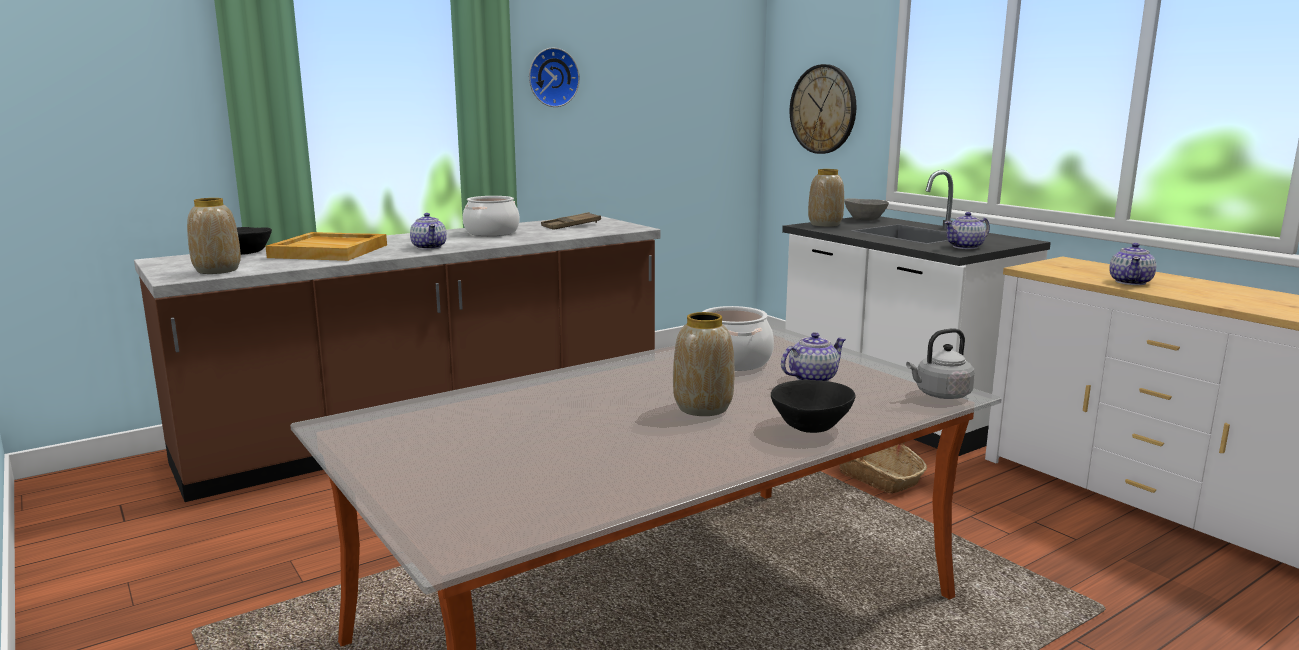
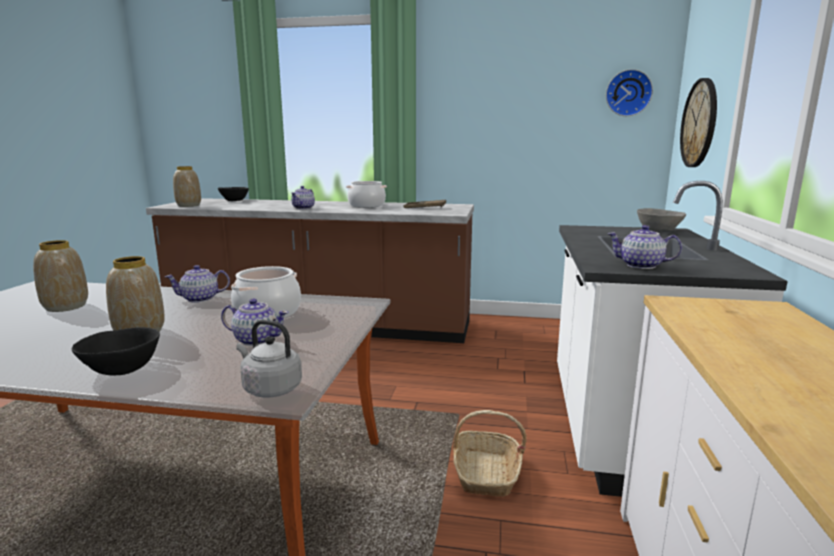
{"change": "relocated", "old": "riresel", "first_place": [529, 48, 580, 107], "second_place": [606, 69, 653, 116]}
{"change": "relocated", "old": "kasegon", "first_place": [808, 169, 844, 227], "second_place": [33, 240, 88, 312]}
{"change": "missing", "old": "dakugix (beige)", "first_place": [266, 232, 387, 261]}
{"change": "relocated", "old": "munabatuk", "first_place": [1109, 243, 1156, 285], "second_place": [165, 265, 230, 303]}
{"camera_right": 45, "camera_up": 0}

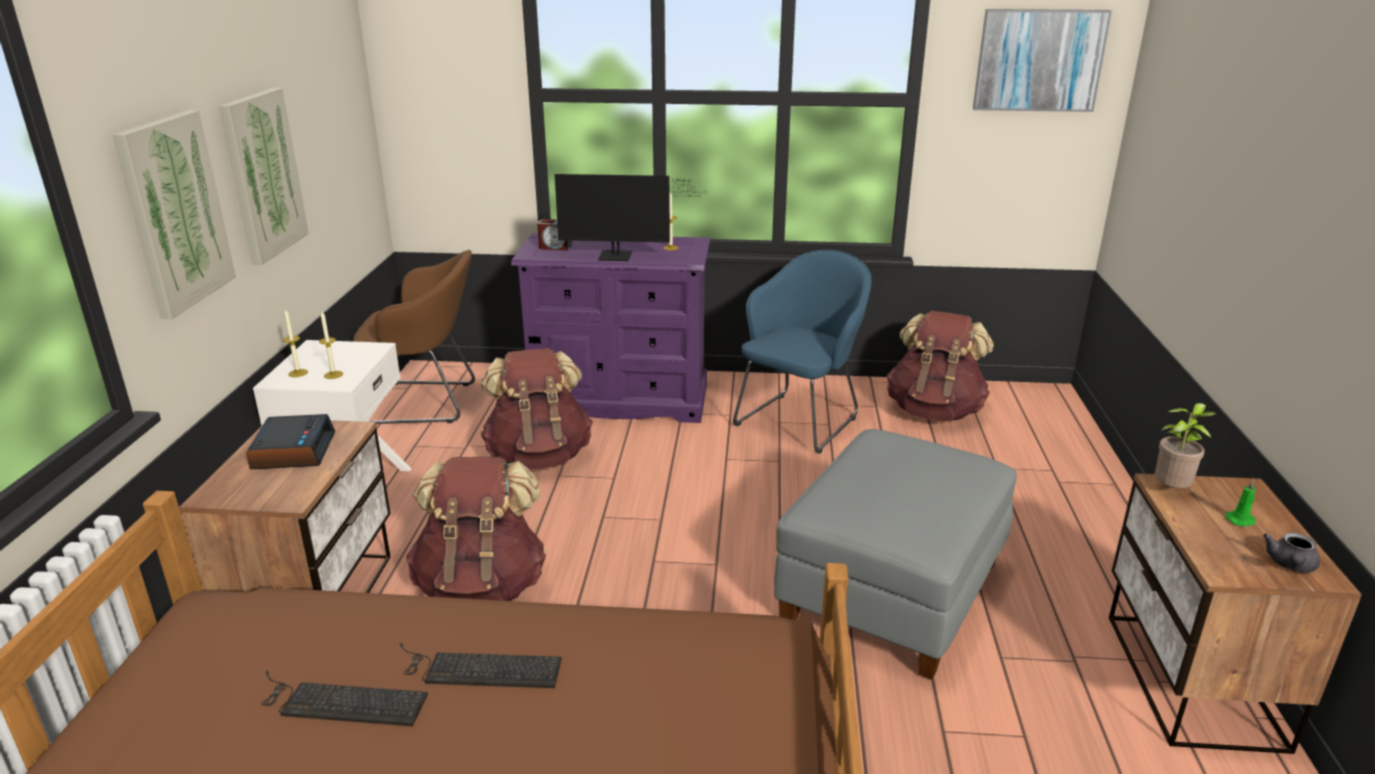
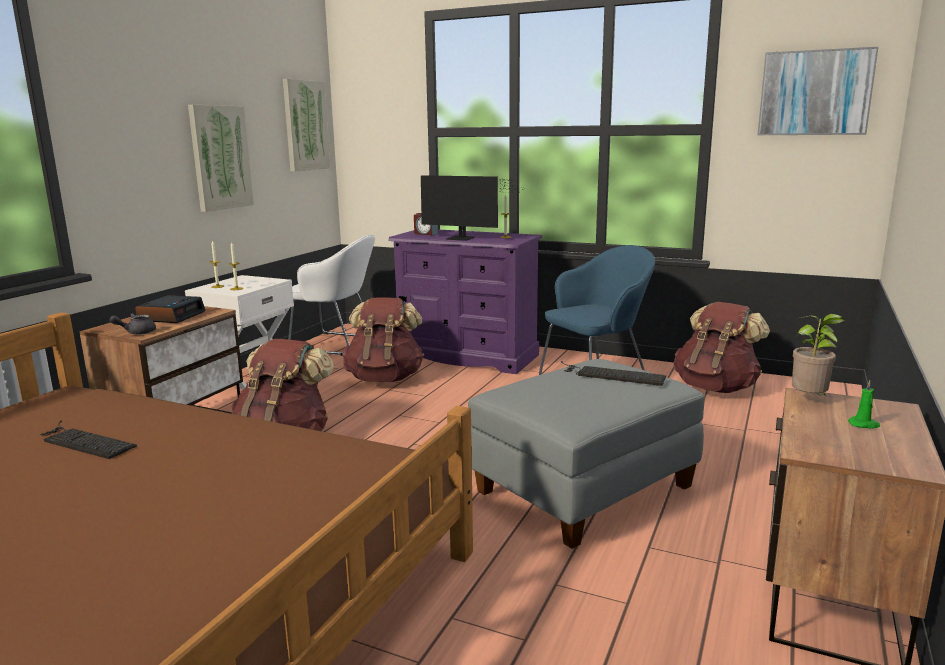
{"change": "relocated", "old": "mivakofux", "first_place": [112, 110, 236, 319], "second_place": [283, 79, 330, 171]}
{"change": "colour", "old": "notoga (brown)", "new": "notoga (white)", "first_place": [353, 250, 475, 424], "second_place": [288, 235, 375, 356]}
{"change": "relocated", "old": "munabatuk (grey)", "first_place": [1263, 533, 1320, 573], "second_place": [110, 314, 156, 335]}
{"change": "relocated", "old": "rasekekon", "first_place": [400, 643, 562, 688], "second_place": [561, 361, 666, 386]}
{"camera_right": 20, "camera_up": -10}

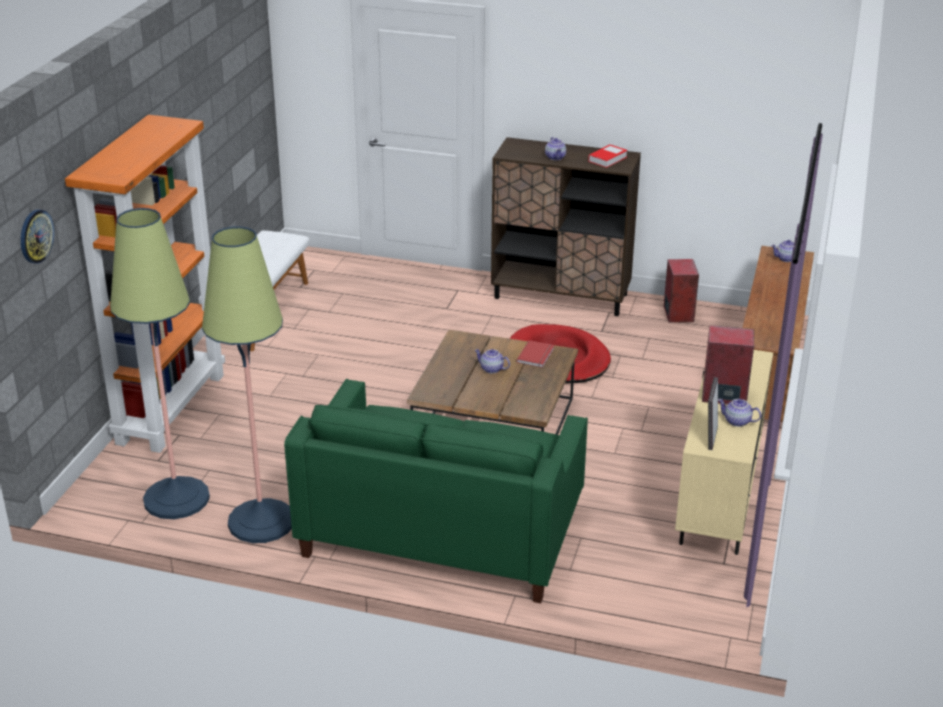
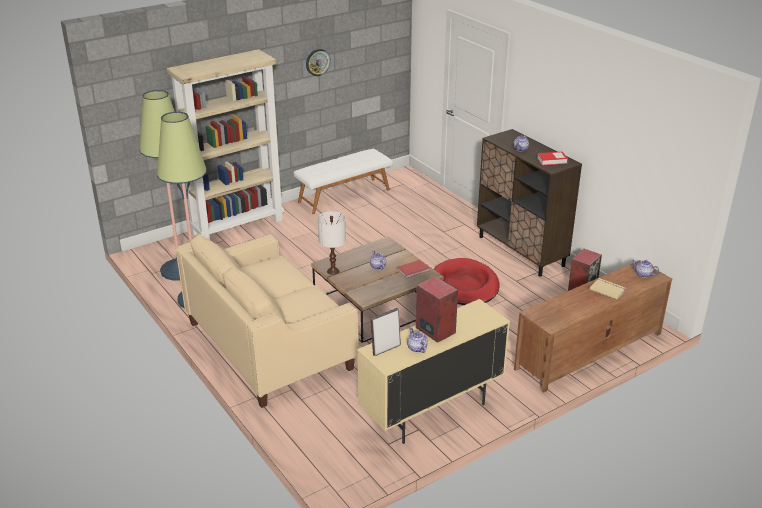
{"change": "colour", "old": "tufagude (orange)", "new": "tufagude (beige)", "first_place": [65, 115, 225, 453], "second_place": [166, 49, 284, 240]}
{"change": "relocated", "old": "riresel", "first_place": [21, 210, 54, 264], "second_place": [306, 49, 331, 76]}
{"change": "colour", "old": "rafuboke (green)", "new": "rafuboke (beige)", "first_place": [284, 379, 588, 603], "second_place": [176, 234, 359, 408]}
{"change": "appeared", "new": "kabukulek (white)", "second_place": [318, 211, 346, 275]}
{"change": "appeared", "new": "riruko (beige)", "second_place": [590, 278, 626, 300]}
{"camera_right": 40, "camera_up": 0}

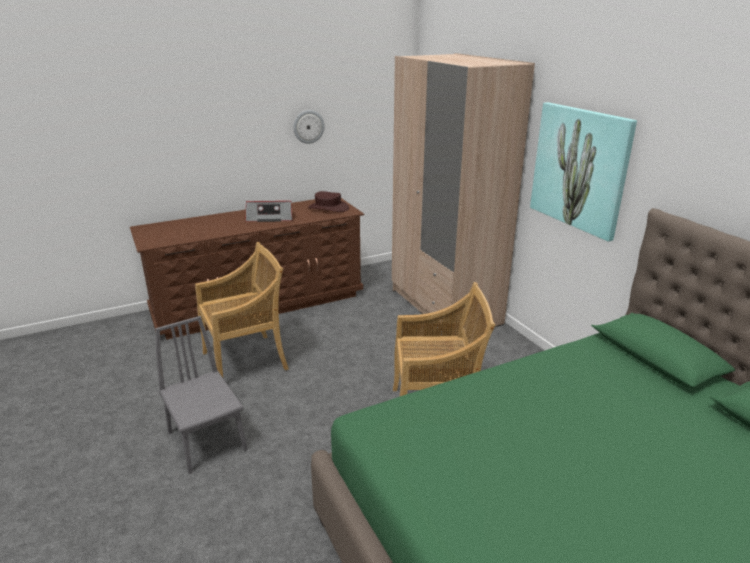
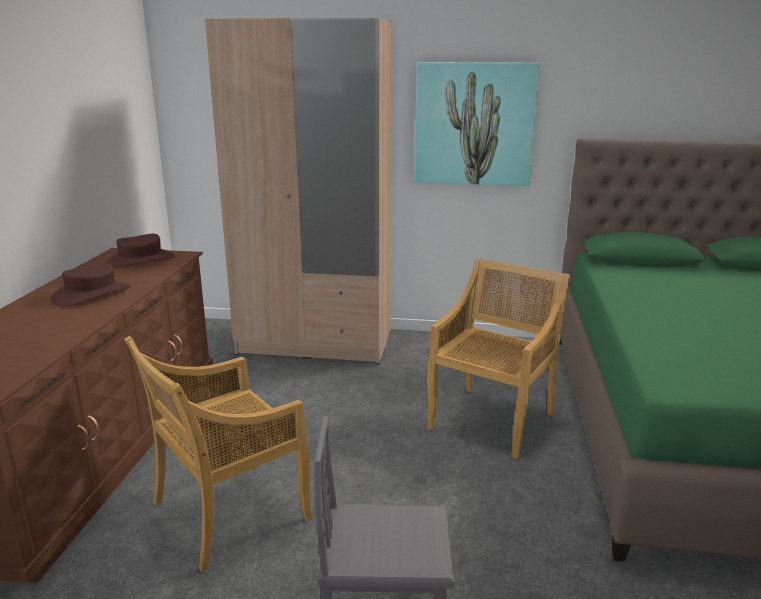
{"change": "missing", "old": "riresel", "first_place": [293, 110, 325, 144]}
{"change": "exchanged", "old": "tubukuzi", "new": "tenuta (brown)", "first_place": [246, 201, 293, 222], "second_place": [51, 262, 130, 306]}
{"change": "spun", "old": "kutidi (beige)", "first_place": [195, 242, 289, 377], "second_place": [124, 336, 313, 572], "degrees": -135}
{"camera_right": -55, "camera_up": -5}

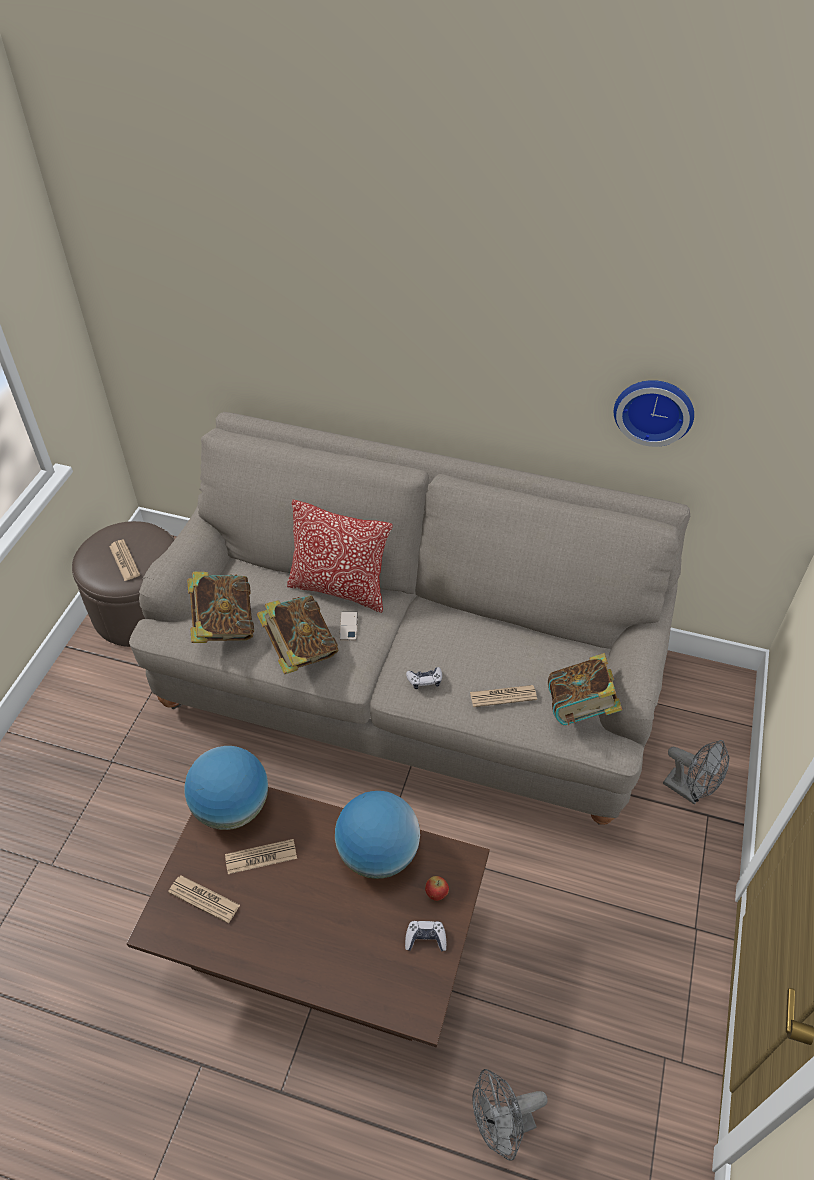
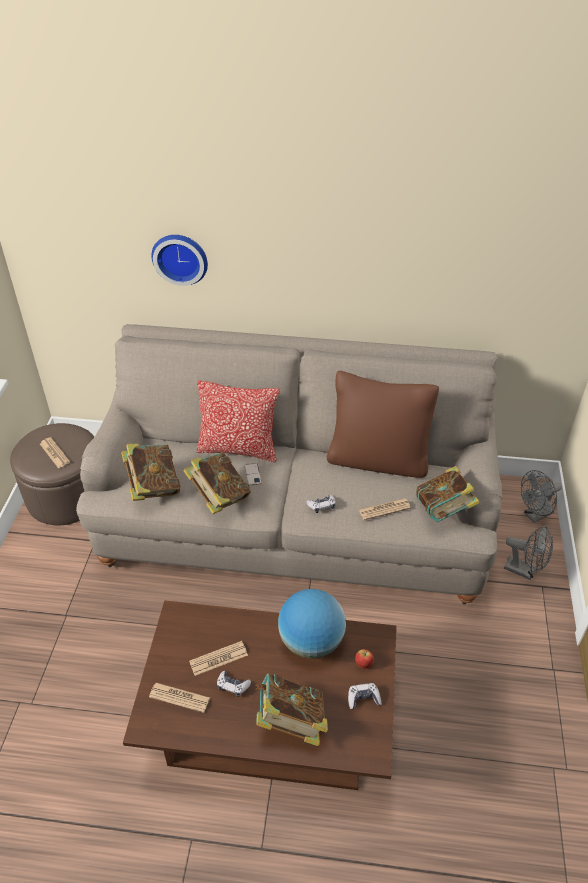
{"change": "relocated", "old": "riresel", "first_place": [614, 380, 694, 447], "second_place": [151, 235, 208, 286]}
{"change": "missing", "old": "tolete", "first_place": [184, 746, 268, 830]}
{"change": "relocated", "old": "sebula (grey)", "first_place": [472, 1069, 548, 1161], "second_place": [521, 470, 562, 523]}
{"change": "appeared", "new": "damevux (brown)", "second_place": [327, 371, 439, 478]}
{"change": "appeared", "new": "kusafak", "second_place": [217, 671, 251, 697]}
{"change": "appeared", "new": "riruko", "second_place": [255, 674, 328, 746]}
{"camera_right": -10, "camera_up": -5}

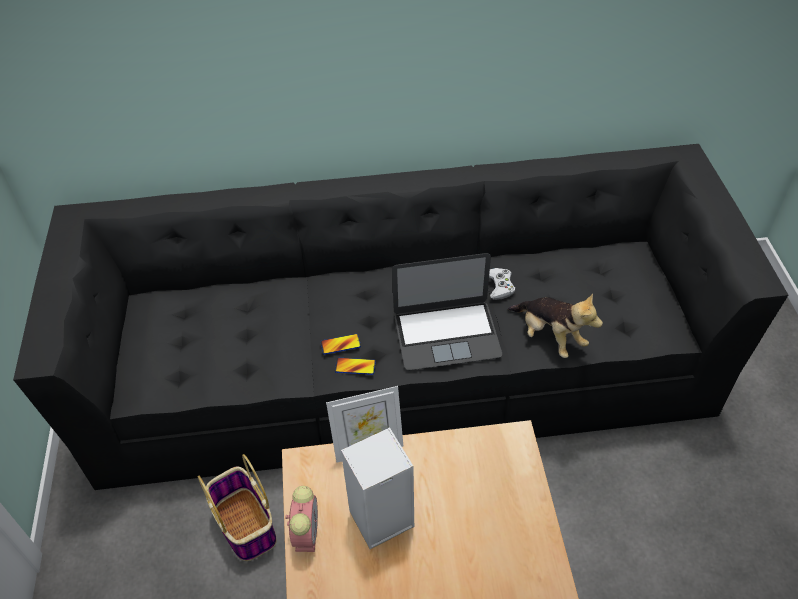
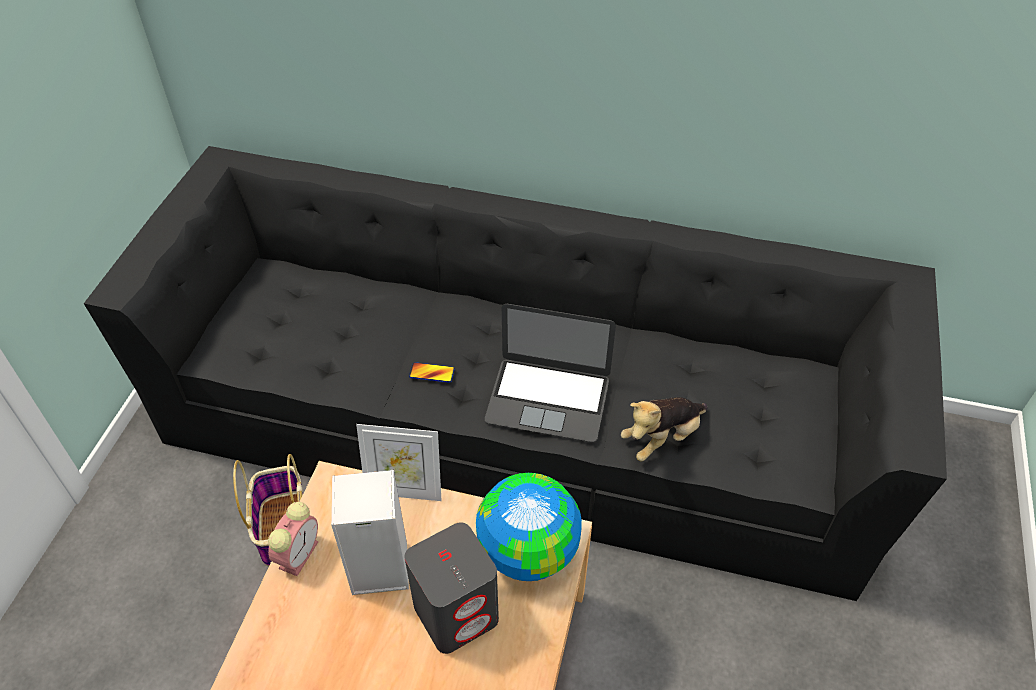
{"change": "missing", "old": "kusafak (white)", "first_place": [489, 268, 515, 300]}
{"change": "spun", "old": "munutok", "first_place": [508, 293, 603, 358], "second_place": [621, 397, 708, 461], "degrees": 75}
{"change": "missing", "old": "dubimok", "first_place": [335, 358, 376, 375]}
{"change": "appeared", "new": "tolete", "second_place": [476, 473, 582, 581]}
{"change": "appeared", "new": "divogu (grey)", "second_place": [405, 522, 499, 654]}
{"camera_right": 20, "camera_up": 0}

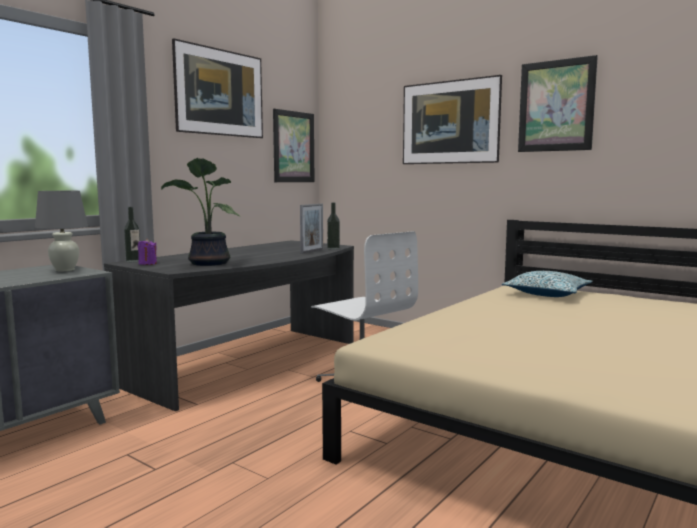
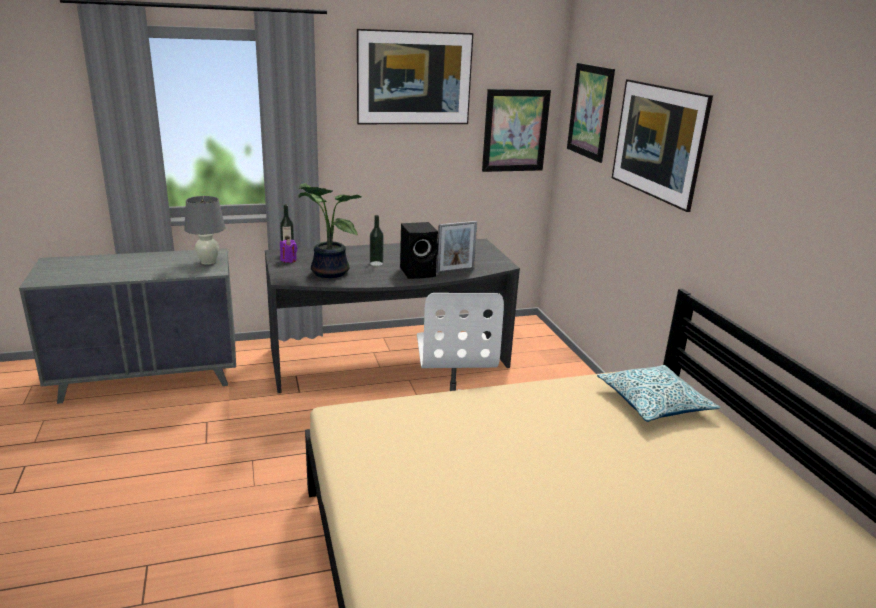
{"change": "relocated", "old": "mivakofux", "first_place": [518, 55, 598, 152], "second_place": [567, 63, 615, 163]}
{"change": "relocated", "old": "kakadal", "first_place": [327, 202, 340, 249], "second_place": [370, 215, 384, 266]}
{"change": "appeared", "new": "divogu (black)", "second_place": [400, 222, 438, 279]}
{"camera_right": 35, "camera_up": 15}

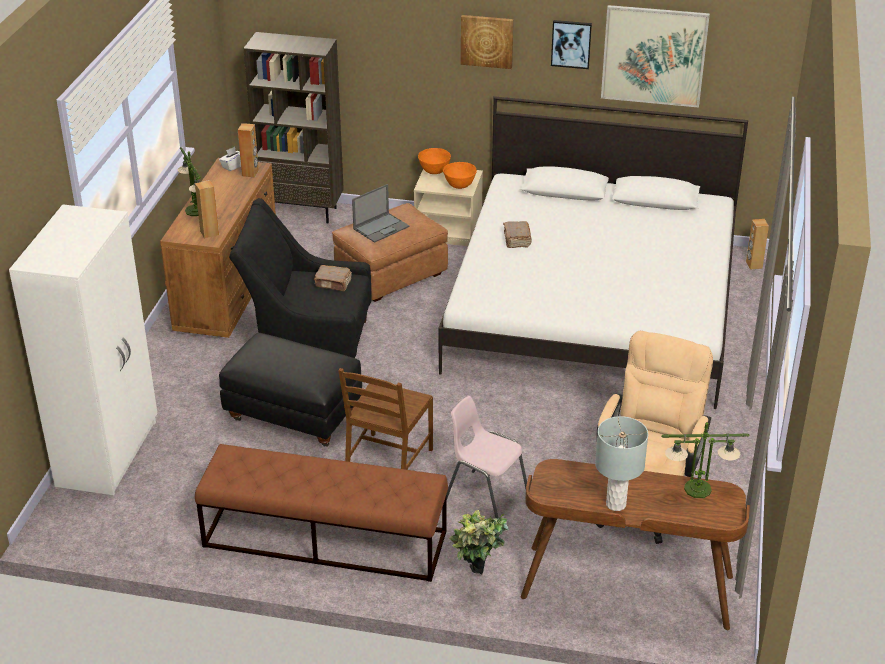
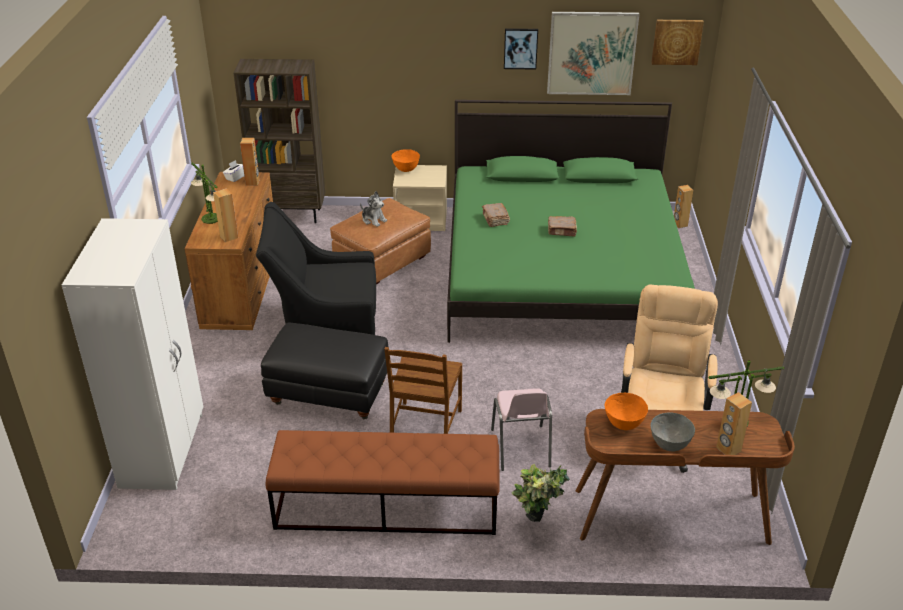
{"change": "relocated", "old": "mivakofux", "first_place": [461, 15, 514, 69], "second_place": [651, 20, 704, 65]}
{"change": "colour", "old": "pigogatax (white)", "new": "pigogatax (green)", "first_place": [438, 96, 748, 409], "second_place": [447, 100, 695, 343]}
{"change": "relocated", "old": "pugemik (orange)", "first_place": [443, 162, 477, 189], "second_place": [605, 393, 648, 430]}
{"change": "exchanged", "old": "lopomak", "new": "munutok", "first_place": [352, 184, 409, 243], "second_place": [360, 191, 387, 227]}
{"change": "relocated", "old": "riruko (brown)", "first_place": [314, 265, 352, 291], "second_place": [548, 216, 577, 236]}
{"change": "spun", "old": "kutidi (pink)", "first_place": [447, 396, 527, 518], "second_place": [491, 388, 552, 471], "degrees": -120}
{"change": "exchanged", "old": "kabukulek (grey)", "new": "pugemik (grey)", "first_place": [595, 416, 648, 511], "second_place": [650, 413, 695, 451]}
{"change": "appeared", "new": "divogu (brown)", "second_place": [716, 392, 752, 455]}
{"camera_right": -10, "camera_up": 0}

